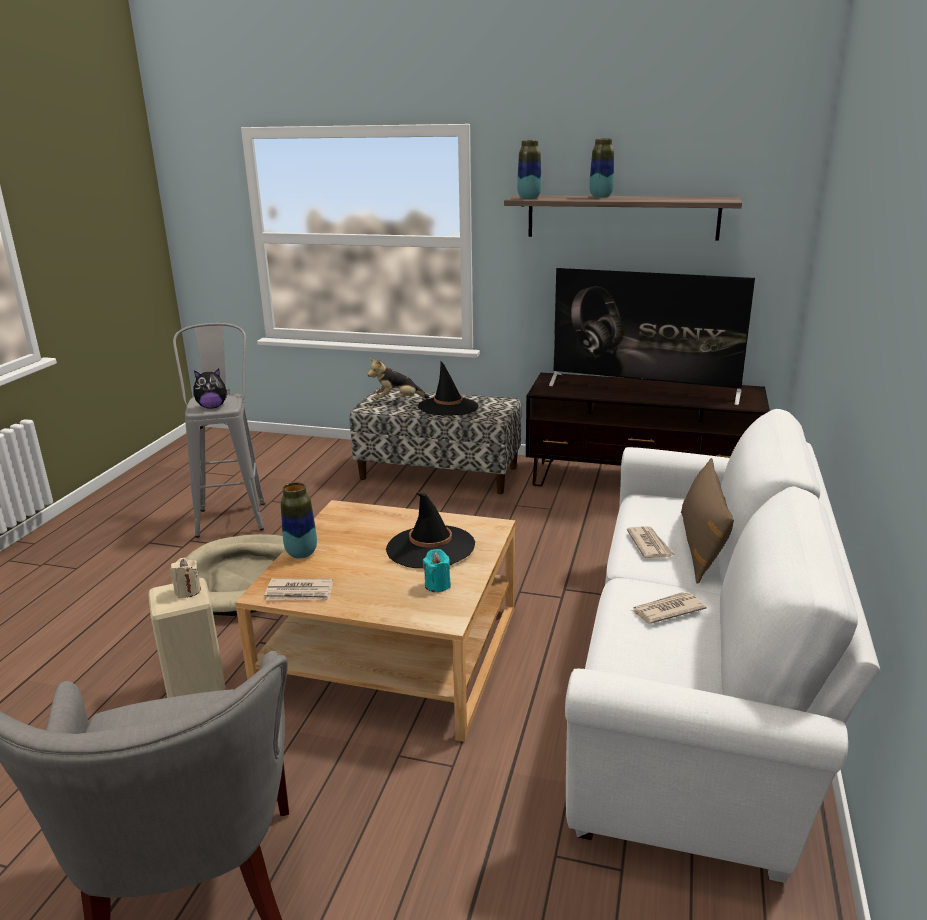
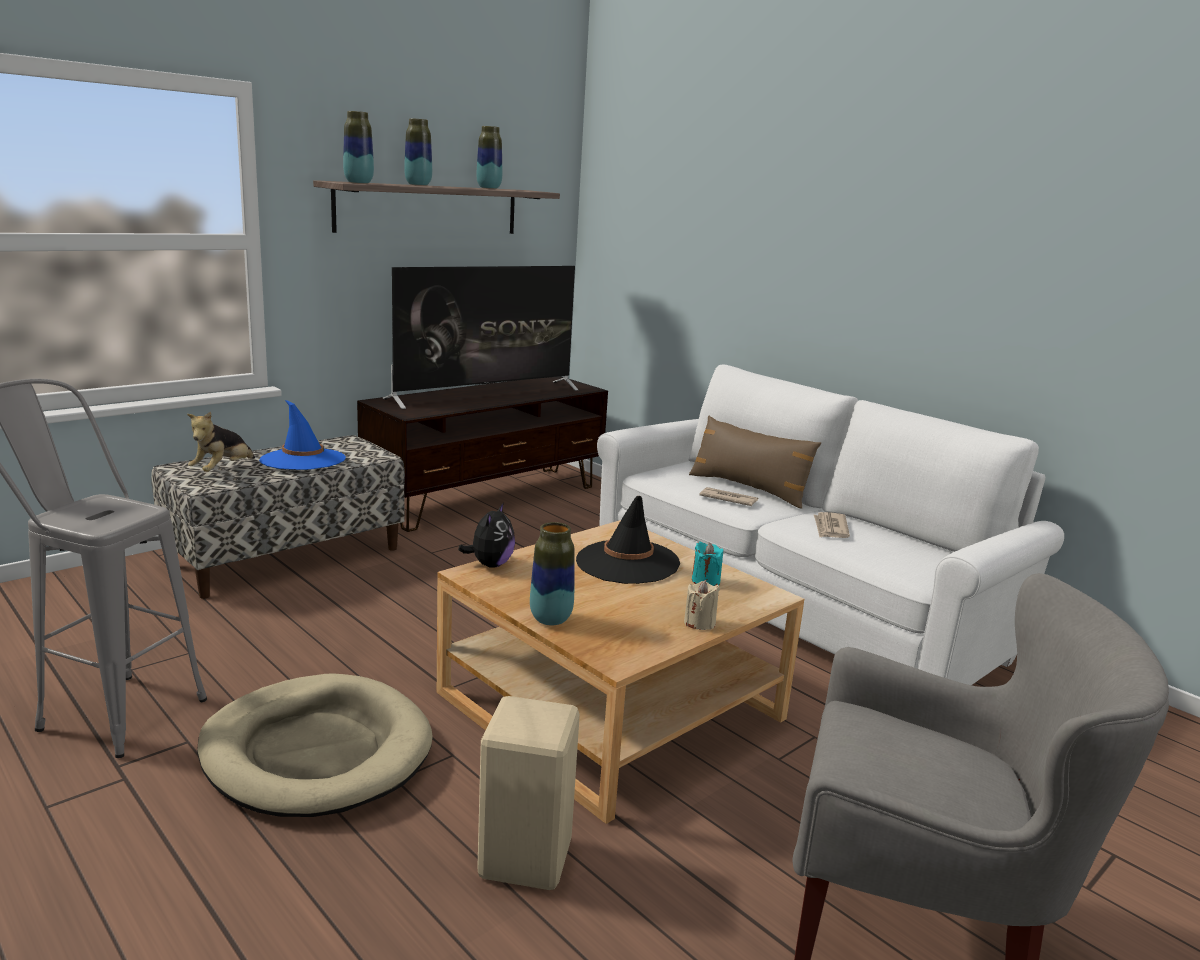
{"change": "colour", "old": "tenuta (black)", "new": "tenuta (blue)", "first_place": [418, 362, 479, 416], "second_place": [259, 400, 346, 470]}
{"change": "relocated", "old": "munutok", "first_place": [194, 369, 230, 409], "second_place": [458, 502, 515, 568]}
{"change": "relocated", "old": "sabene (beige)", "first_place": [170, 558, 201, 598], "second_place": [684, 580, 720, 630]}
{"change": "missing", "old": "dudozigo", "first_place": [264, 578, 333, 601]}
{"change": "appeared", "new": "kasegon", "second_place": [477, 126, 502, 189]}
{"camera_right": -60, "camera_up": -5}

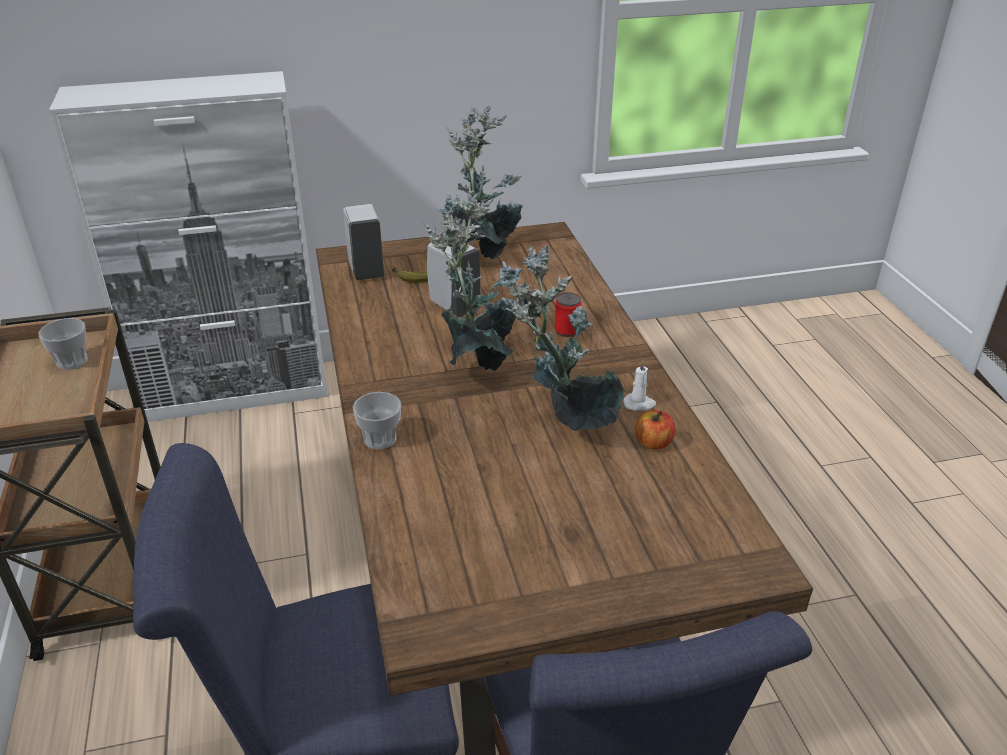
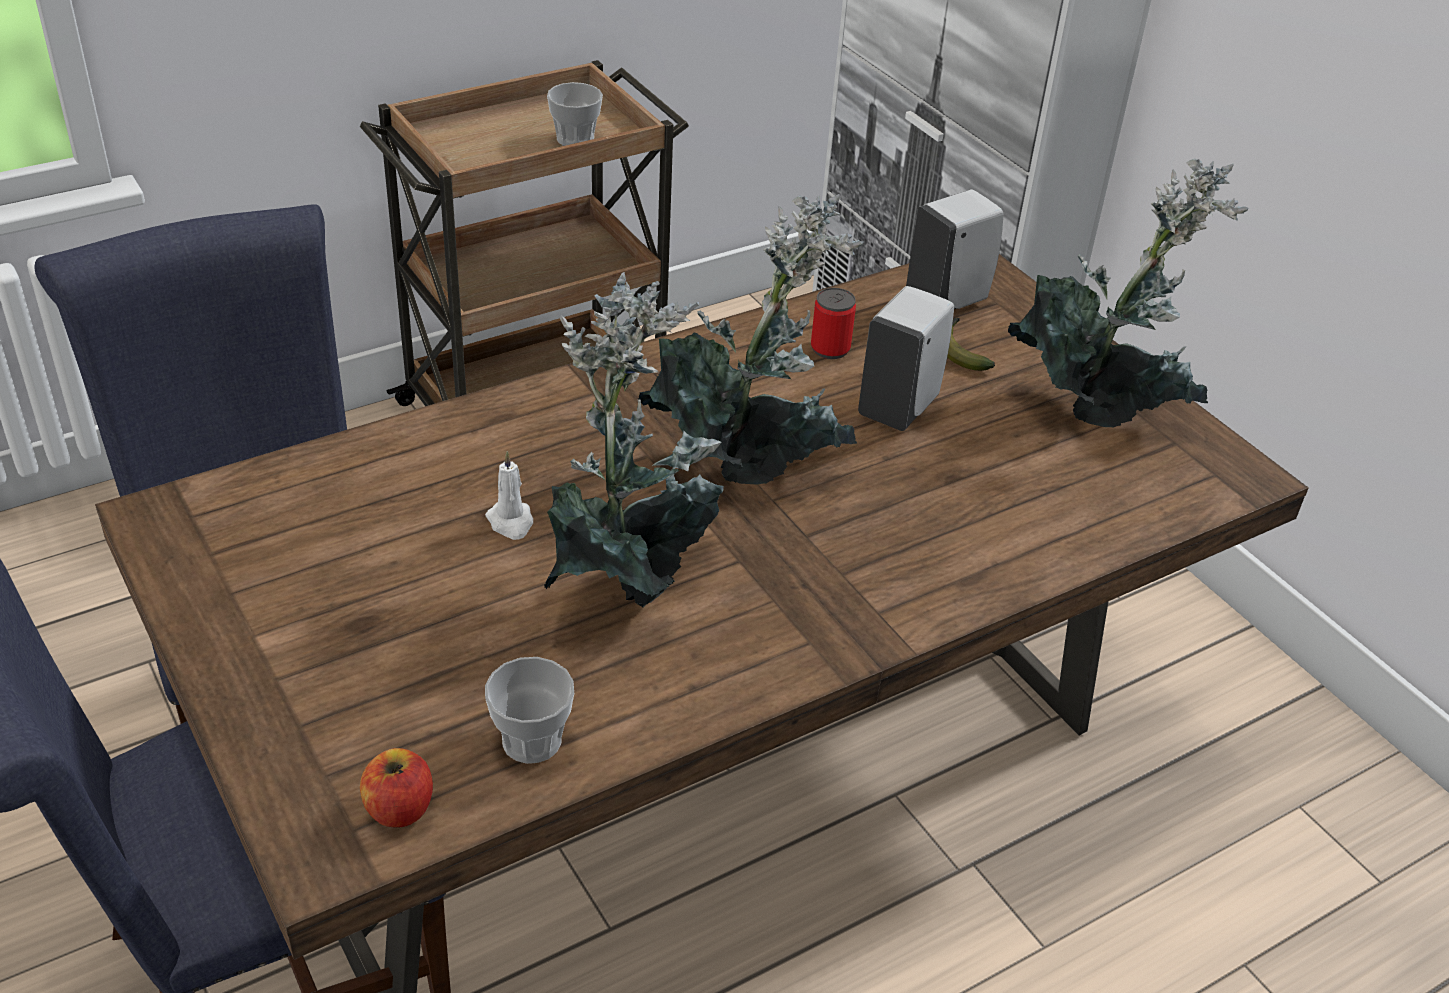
{"change": "relocated", "old": "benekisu", "first_place": [555, 292, 581, 337], "second_place": [811, 288, 856, 359]}
{"change": "relocated", "old": "sabene (white)", "first_place": [623, 360, 656, 411], "second_place": [485, 451, 533, 540]}
{"change": "relocated", "old": "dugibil", "first_place": [353, 392, 401, 449], "second_place": [485, 657, 574, 764]}
{"change": "relocated", "old": "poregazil", "first_place": [635, 411, 676, 450], "second_place": [360, 748, 433, 828]}
{"camera_right": 70, "camera_up": 5}

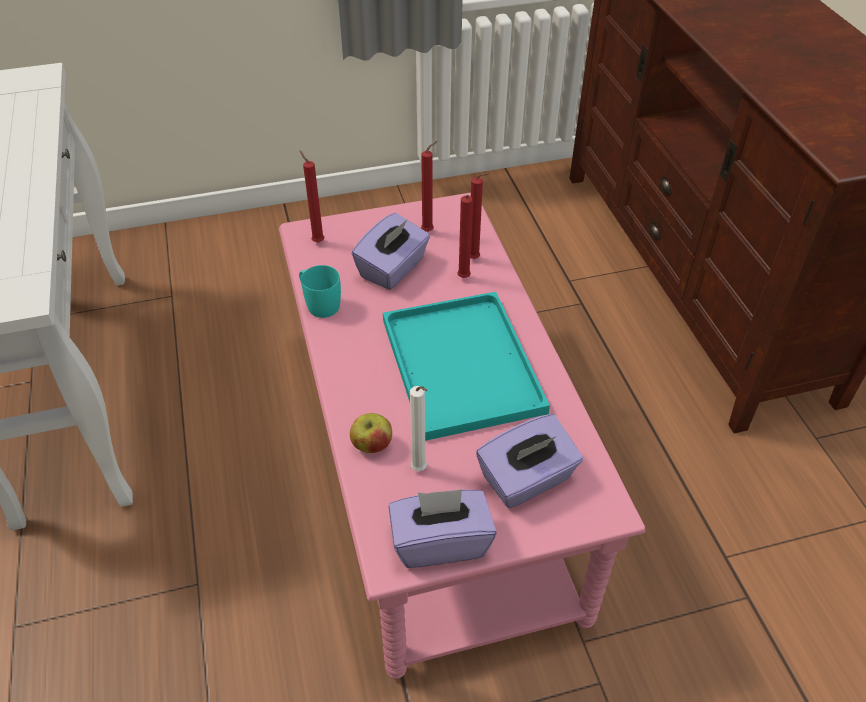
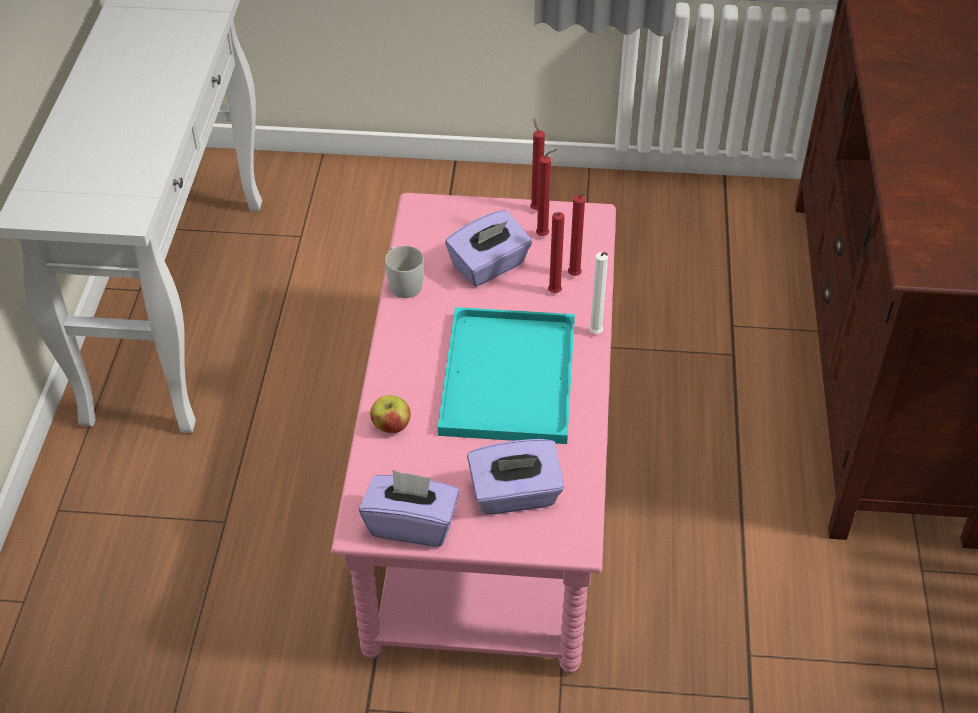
{"change": "relocated", "old": "sabene (red)", "first_place": [299, 150, 324, 243], "second_place": [530, 118, 545, 210]}
{"change": "colour", "old": "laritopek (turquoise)", "new": "laritopek (white)", "first_place": [299, 265, 341, 318], "second_place": [385, 246, 424, 298]}
{"change": "relocated", "old": "sabene (white)", "first_place": [410, 386, 427, 471], "second_place": [589, 252, 608, 334]}
{"camera_right": 20, "camera_up": 0}

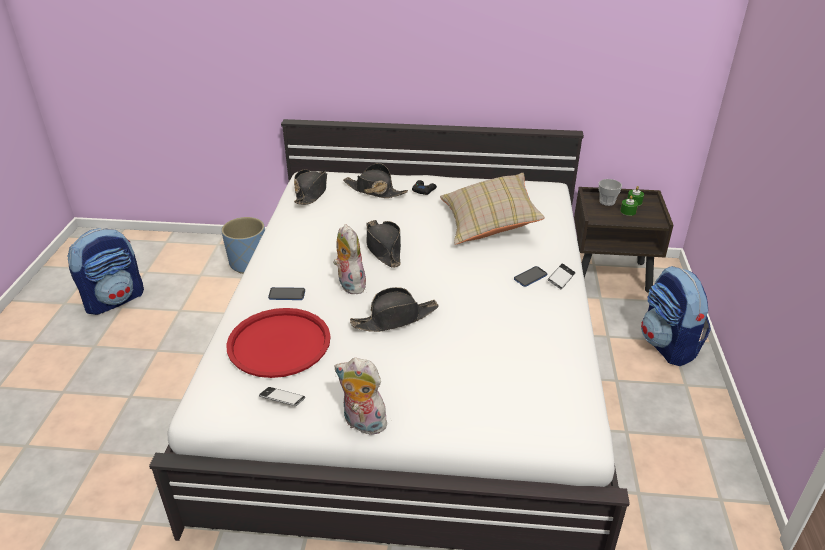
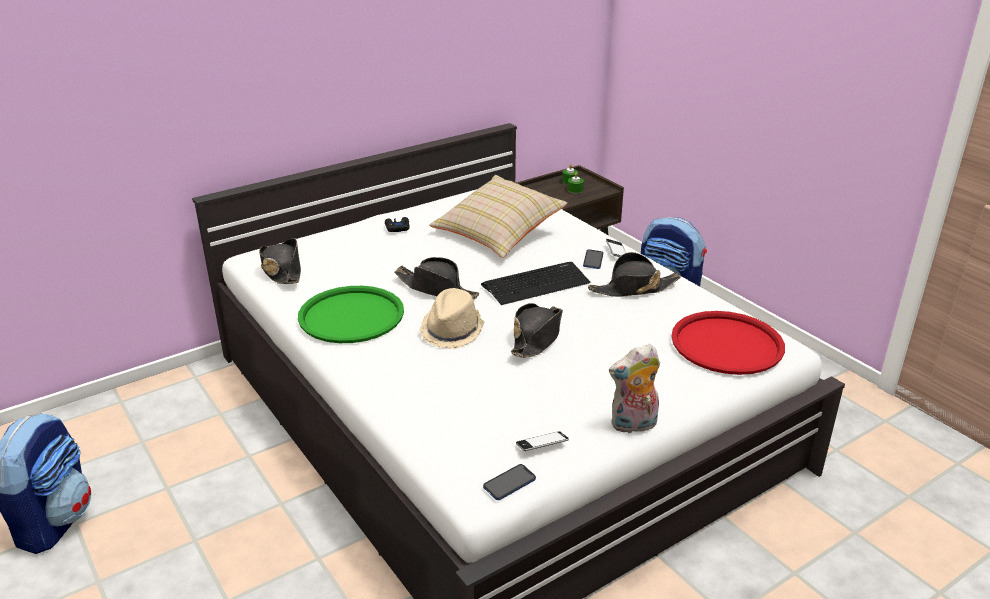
{"change": "relocated", "old": "tenuta (black)", "first_place": [343, 163, 408, 198], "second_place": [588, 252, 681, 297]}
{"change": "missing", "old": "dugibil", "first_place": [599, 179, 622, 206]}
{"change": "missing", "old": "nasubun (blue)", "first_place": [221, 217, 265, 274]}
{"change": "exchanged", "old": "munutok", "new": "tenuta (beige)", "first_place": [333, 224, 366, 294], "second_place": [420, 288, 484, 349]}
{"change": "relocated", "old": "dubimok", "first_place": [268, 287, 305, 300], "second_place": [483, 464, 536, 500]}
{"change": "relocated", "old": "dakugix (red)", "first_place": [226, 308, 331, 378], "second_place": [671, 311, 785, 375]}
{"change": "appeared", "new": "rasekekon", "second_place": [481, 262, 590, 305]}
{"change": "appeared", "new": "dakugix (green)", "second_place": [298, 286, 404, 343]}
{"camera_right": -40, "camera_up": -5}

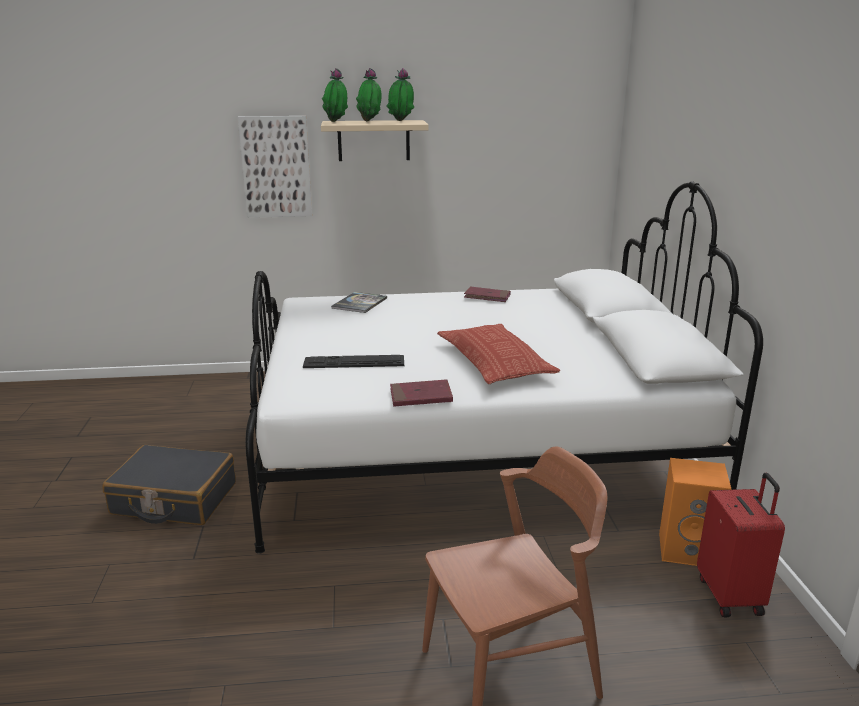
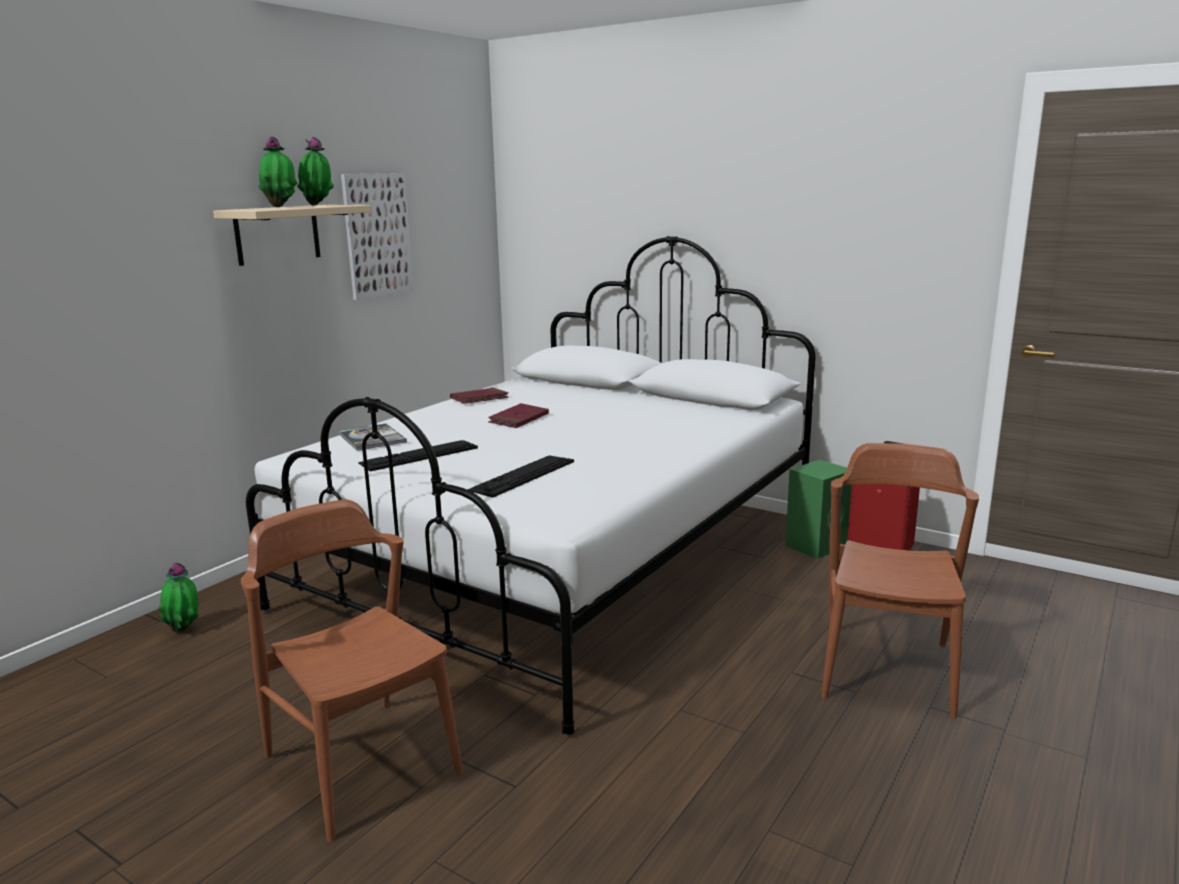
{"change": "relocated", "old": "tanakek", "first_place": [322, 68, 348, 122], "second_place": [158, 563, 199, 633]}
{"change": "relocated", "old": "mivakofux", "first_place": [238, 116, 312, 218], "second_place": [341, 173, 414, 300]}
{"change": "missing", "old": "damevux", "first_place": [437, 324, 560, 384]}
{"change": "relocated", "old": "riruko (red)", "first_place": [390, 379, 453, 407], "second_place": [488, 403, 549, 428]}
{"change": "exchanged", "old": "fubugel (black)", "new": "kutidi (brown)", "first_place": [102, 445, 236, 525], "second_place": [241, 499, 463, 842]}
{"change": "colour", "old": "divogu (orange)", "new": "divogu (green)", "first_place": [659, 458, 731, 566], "second_place": [785, 460, 852, 559]}
{"change": "appeared", "new": "rasekekon", "second_place": [358, 440, 478, 472]}
{"camera_right": -50, "camera_up": -5}

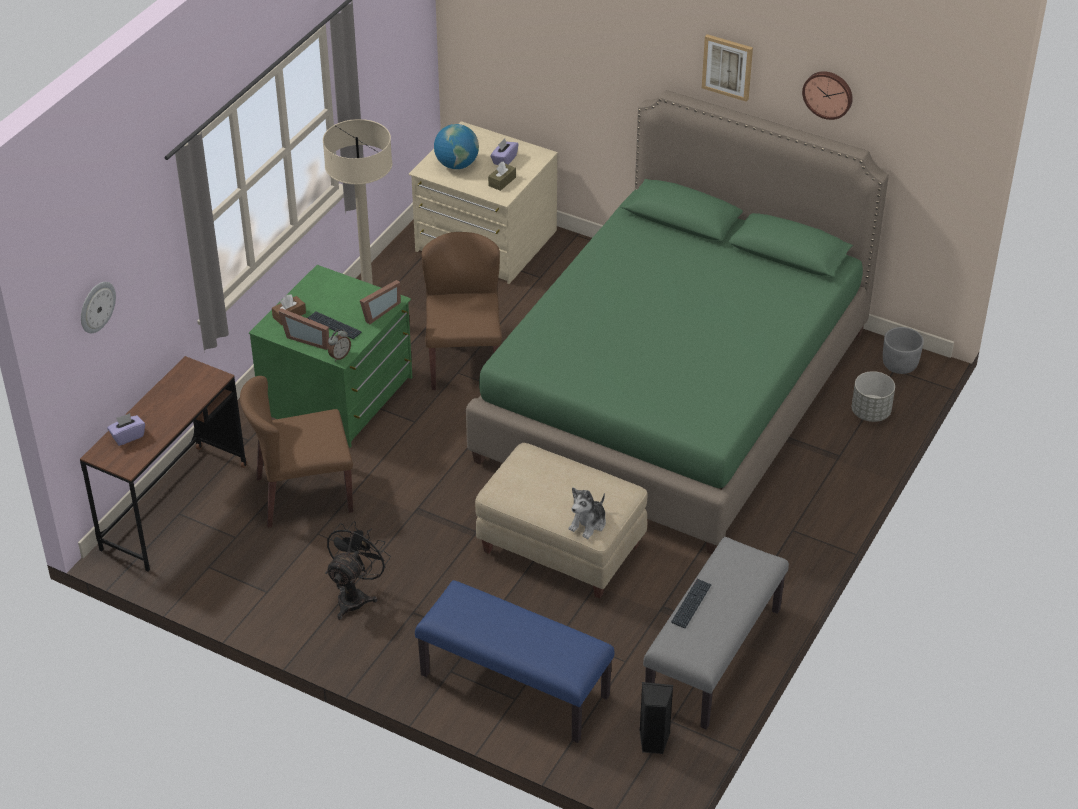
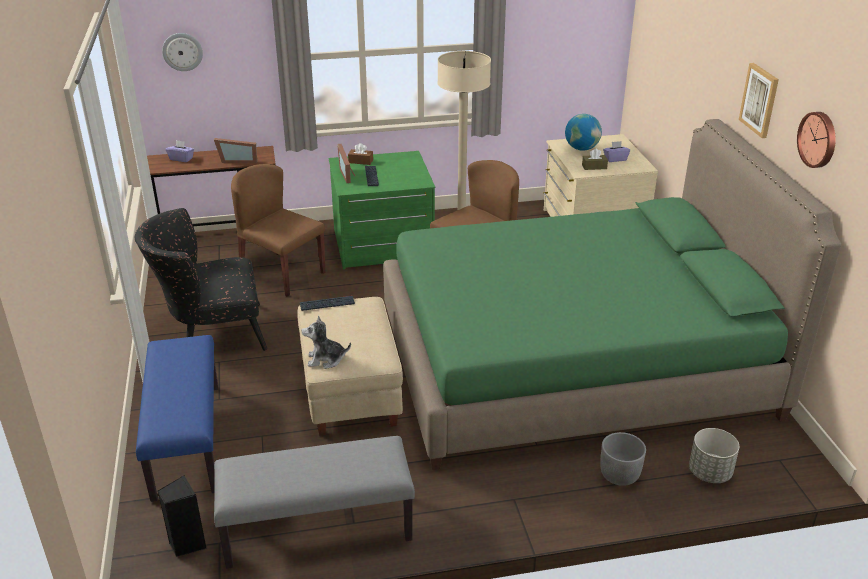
{"change": "relocated", "old": "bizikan", "first_place": [360, 280, 401, 324], "second_place": [214, 138, 257, 163]}
{"change": "relocated", "old": "nasubun (grey)", "first_place": [883, 327, 924, 374], "second_place": [600, 432, 646, 486]}
{"change": "missing", "old": "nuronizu", "first_place": [328, 329, 351, 361]}
{"change": "exchanged", "old": "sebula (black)", "new": "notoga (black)", "first_place": [325, 521, 391, 620], "second_place": [134, 208, 267, 351]}
{"change": "relocated", "old": "rasekekon", "first_place": [671, 578, 712, 628], "second_place": [300, 296, 355, 311]}
{"camera_right": 50, "camera_up": -10}

